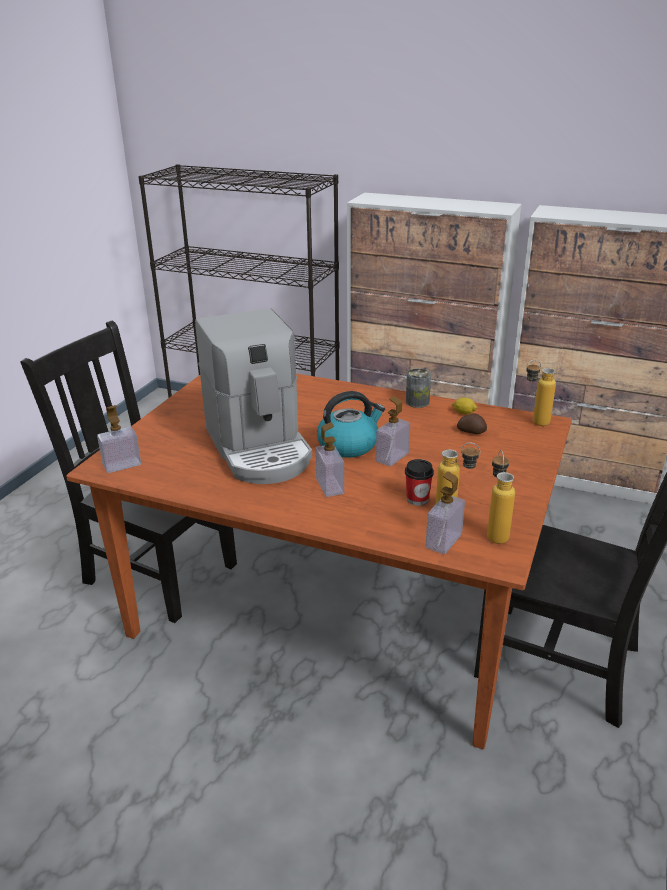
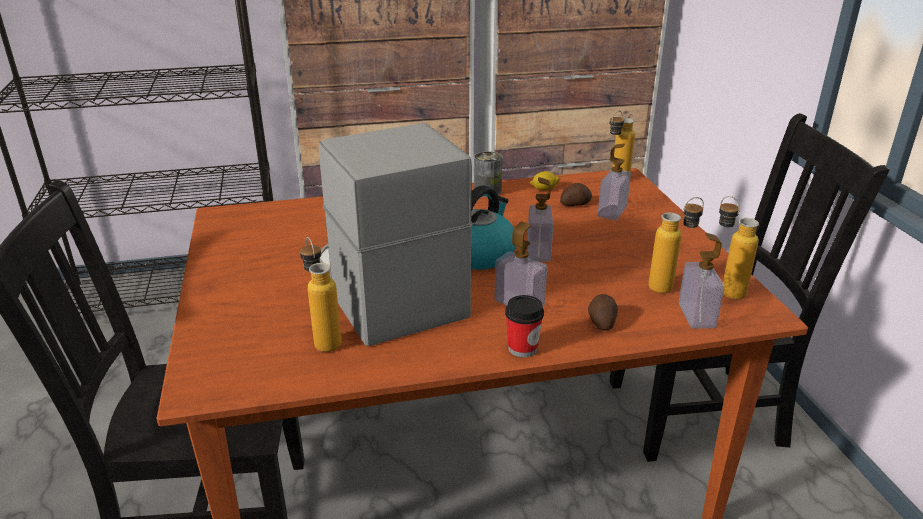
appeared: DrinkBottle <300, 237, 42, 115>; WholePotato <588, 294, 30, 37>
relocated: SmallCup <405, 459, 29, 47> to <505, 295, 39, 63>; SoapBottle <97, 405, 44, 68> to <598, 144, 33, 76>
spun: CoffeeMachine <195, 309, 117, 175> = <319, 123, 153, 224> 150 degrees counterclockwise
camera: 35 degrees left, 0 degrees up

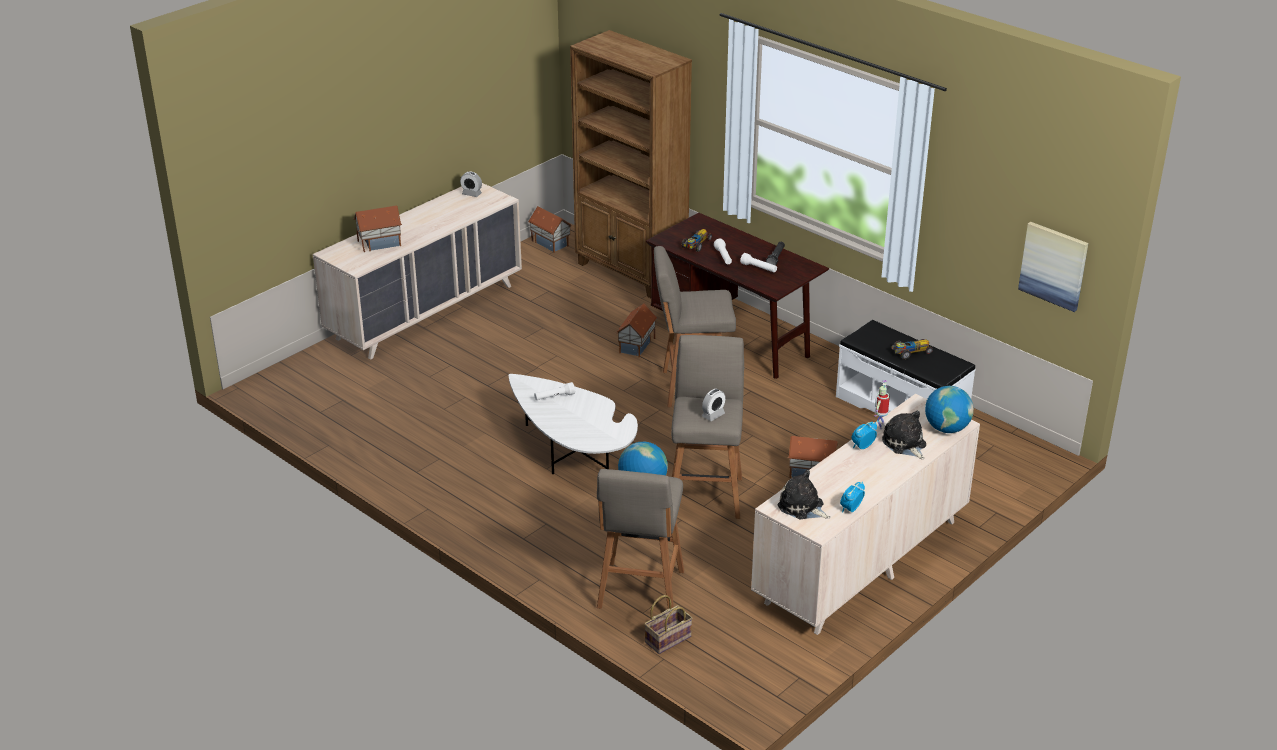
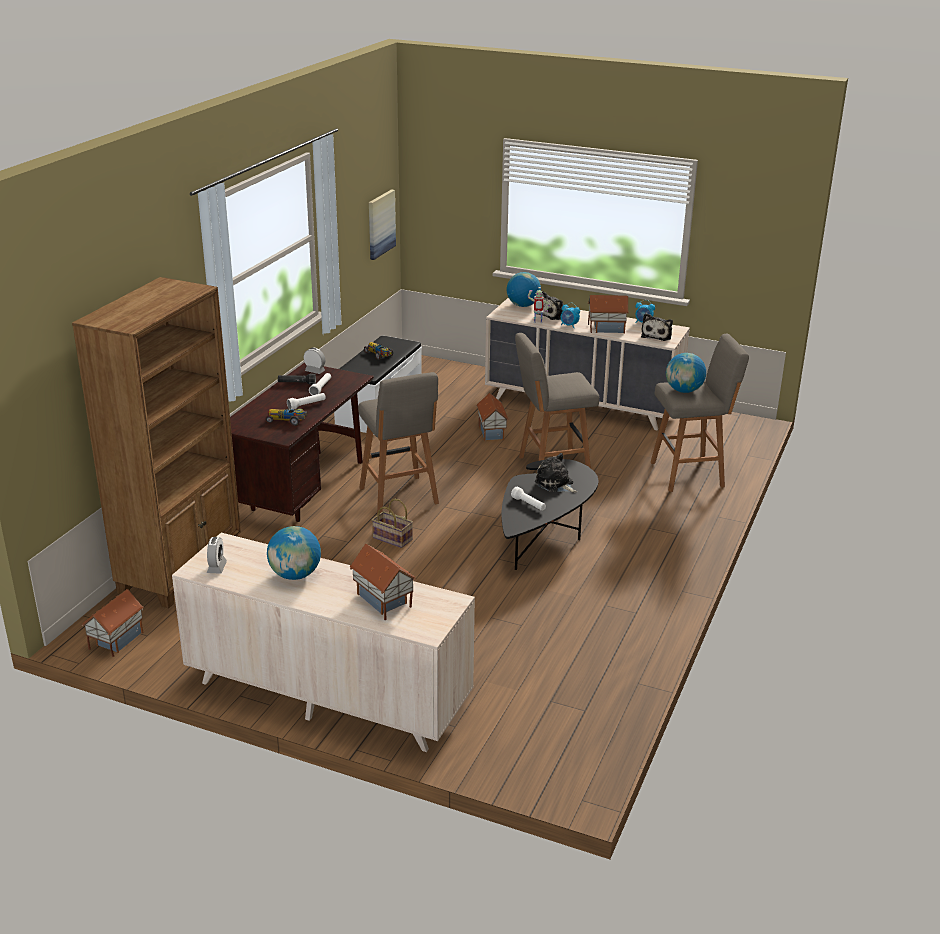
appeared: Globe <267, 526, 54, 54>; CuddlyToy <535, 453, 42, 40>
relocated: BedsideClock <702, 389, 24, 32> to <304, 348, 21, 26>; Basket <644, 595, 49, 59> to <372, 499, 41, 49>; ToyHouse <616, 303, 41, 54> to <588, 295, 41, 38>
colour: WhitishCoffeeTable <509, 374, 129, 100> to BlackCoffeeTable <501, 459, 97, 111>
camera: 110 degrees left, 5 degrees down

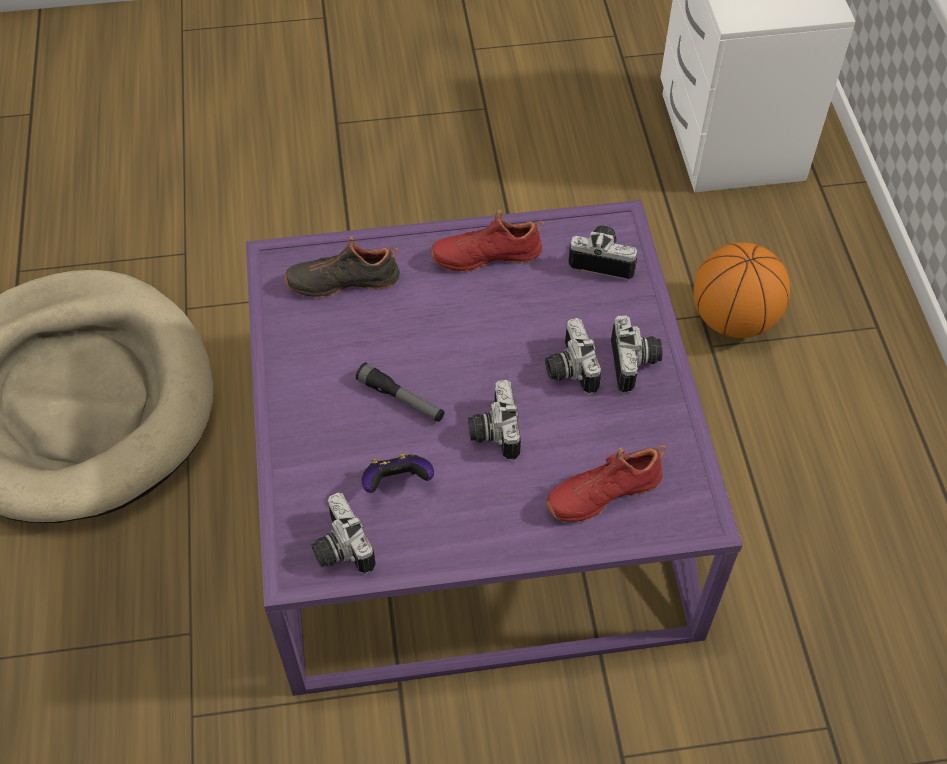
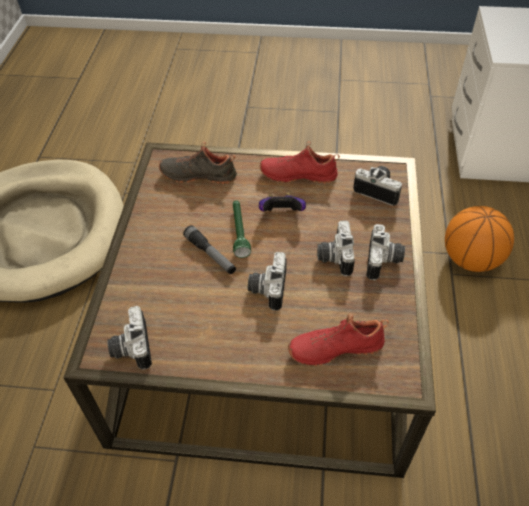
appeared: GreenColouredTorch <233, 200, 18, 58>
relocated: Gamepad <362, 453, 72, 40> to <259, 193, 47, 18>
colour: PurpleColouredCoffeeTable <246, 200, 496, 496> to BrownishCoffeeTable <63, 142, 373, 336>
camera: 15 degrees right, 5 degrees down

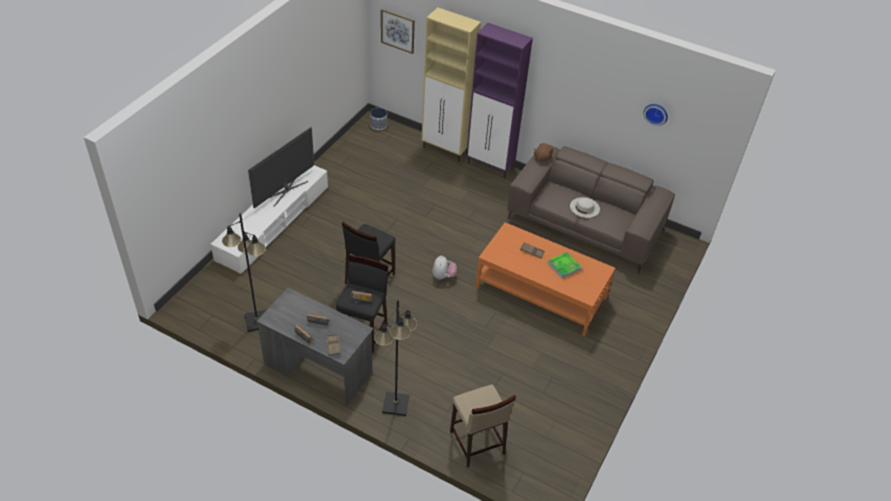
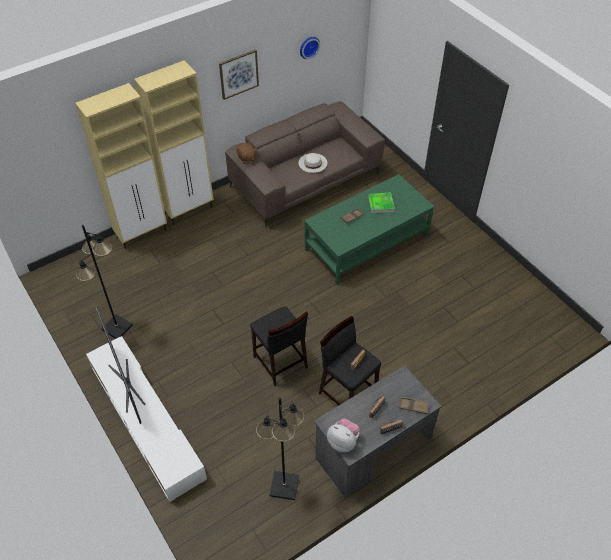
missing: FlowerPot <370, 108, 17, 22>; BeigeStool <450, 384, 66, 84>
relocated: BlackFloorLamp <374, 299, 43, 117> to <76, 225, 57, 114>; WallPicture <381, 9, 34, 45> to <219, 49, 40, 51>; CuddlyToy <432, 255, 25, 25> to <327, 419, 33, 33>
colour: PurpleColouredStorageCabinet <466, 23, 67, 155> to BeigeStorageCabinet <134, 60, 80, 165>; OrangeCoffeeTable <475, 222, 140, 114> to GreenColouredCoffeeTable <304, 174, 130, 111>
camera: 60 degrees left, 5 degrees up

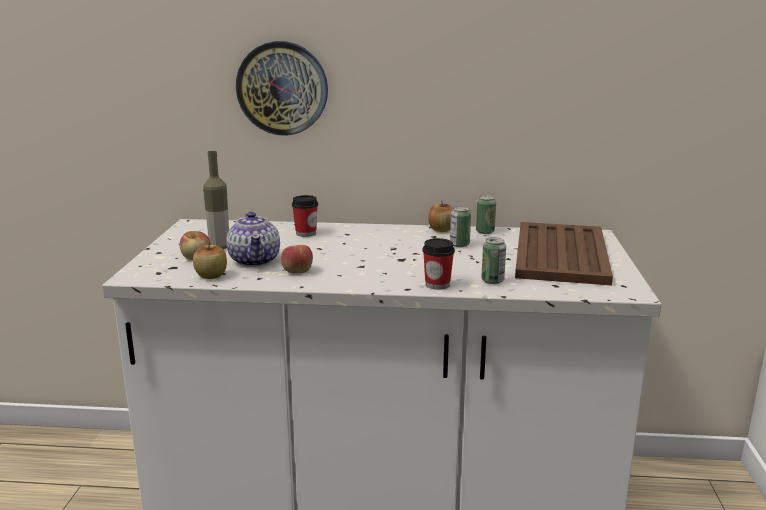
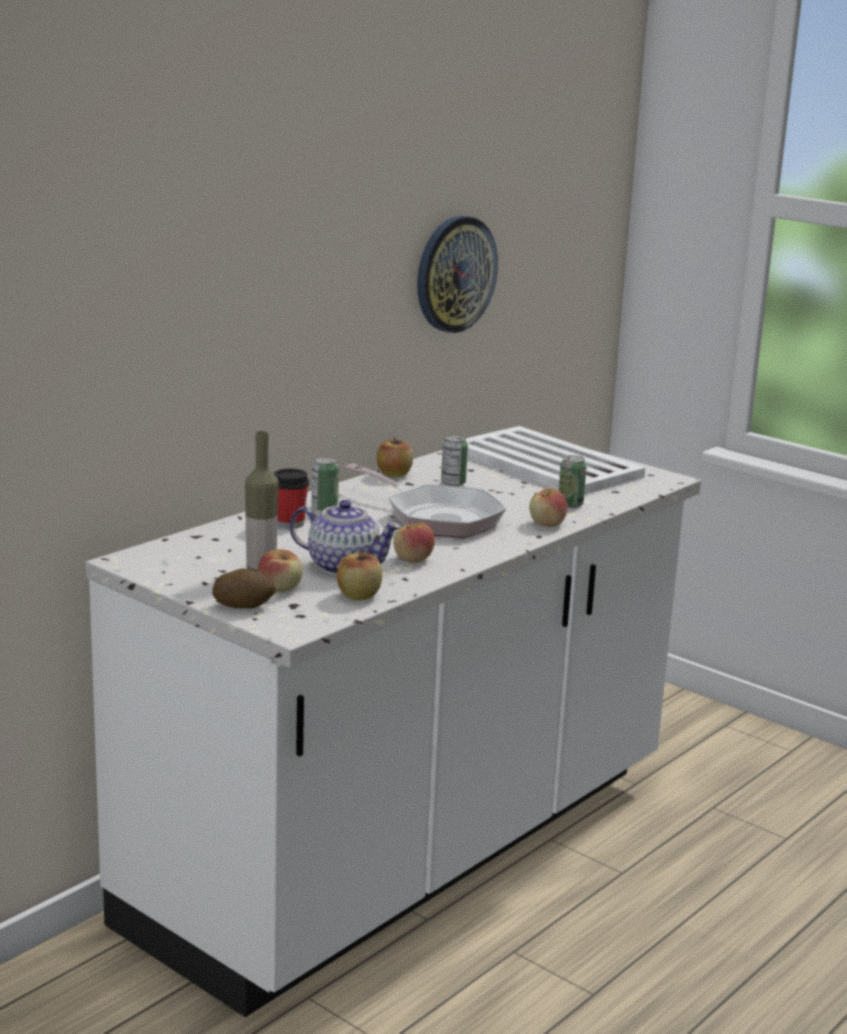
appeared: WholePotato <212, 568, 64, 40>; FryingPan <345, 463, 161, 75>
relocated: Can <476, 195, 20, 39> to <312, 457, 27, 54>; ClockOnTheWall <236, 41, 92, 94> to <417, 216, 81, 117>
exchanged: SmallCup <423, 238, 32, 52> to WholeApple <529, 489, 38, 37>
colour: BrownishTray <515, 222, 98, 64> to WhitishTray <466, 426, 179, 68>
camera: 55 degrees left, 0 degrees up

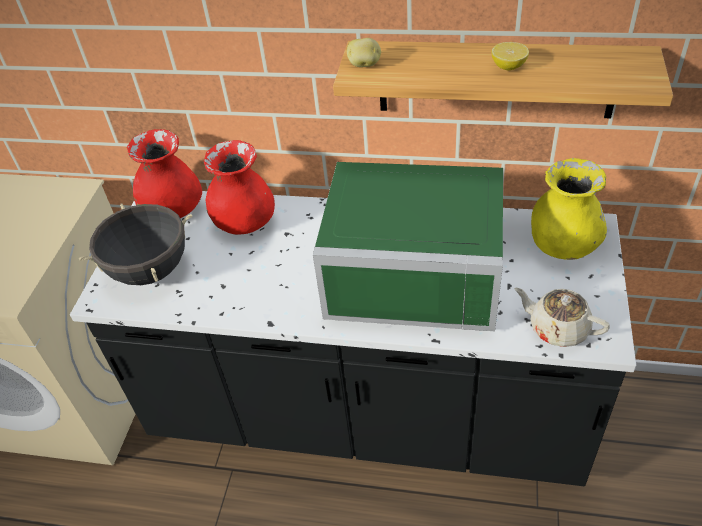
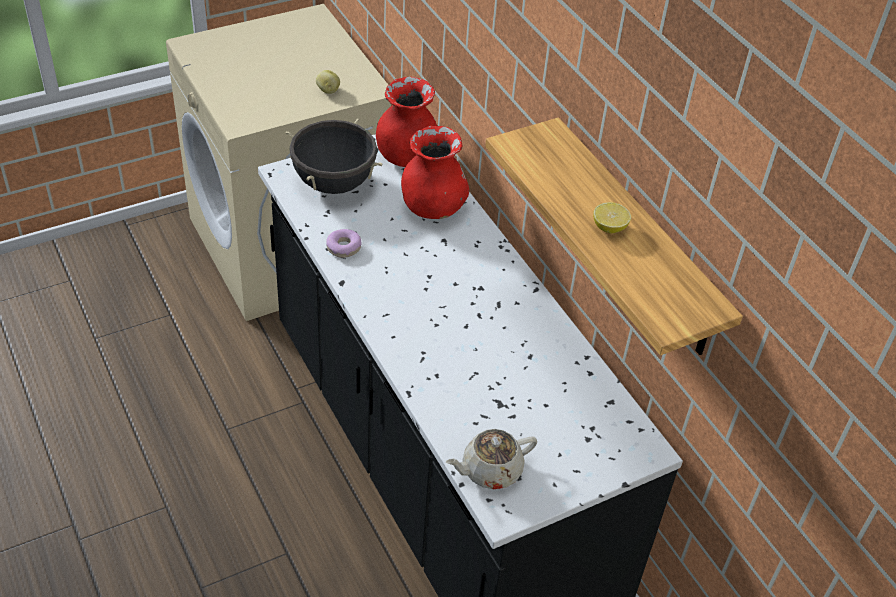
missing: GreenColouredKitchenMicrowave <313, 162, 190, 169>; YellowishDecorativeVase <531, 158, 76, 102>
appeared: RingDoughnut <326, 229, 36, 29>
relocated: WholePotato <347, 38, 34, 29> to <316, 70, 24, 24>
spun: BeigeTeaPot <514, 288, 96, 59> = <446, 429, 91, 60> 105 degrees counterclockwise
camera: 45 degrees right, 0 degrees up

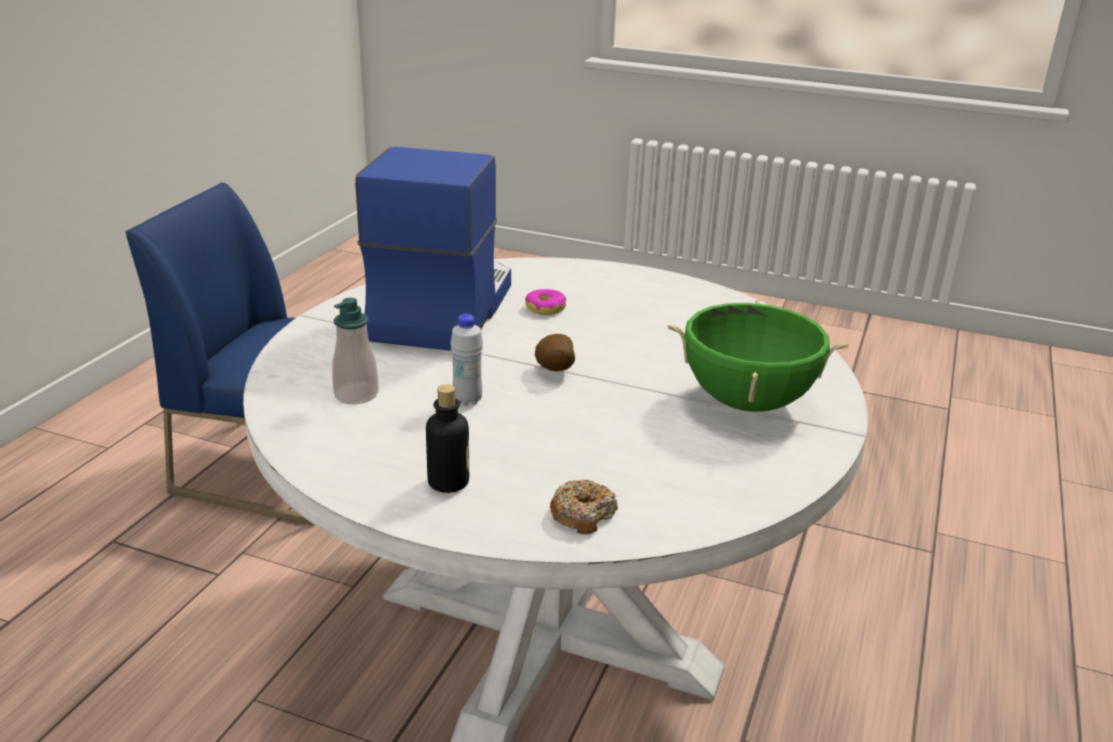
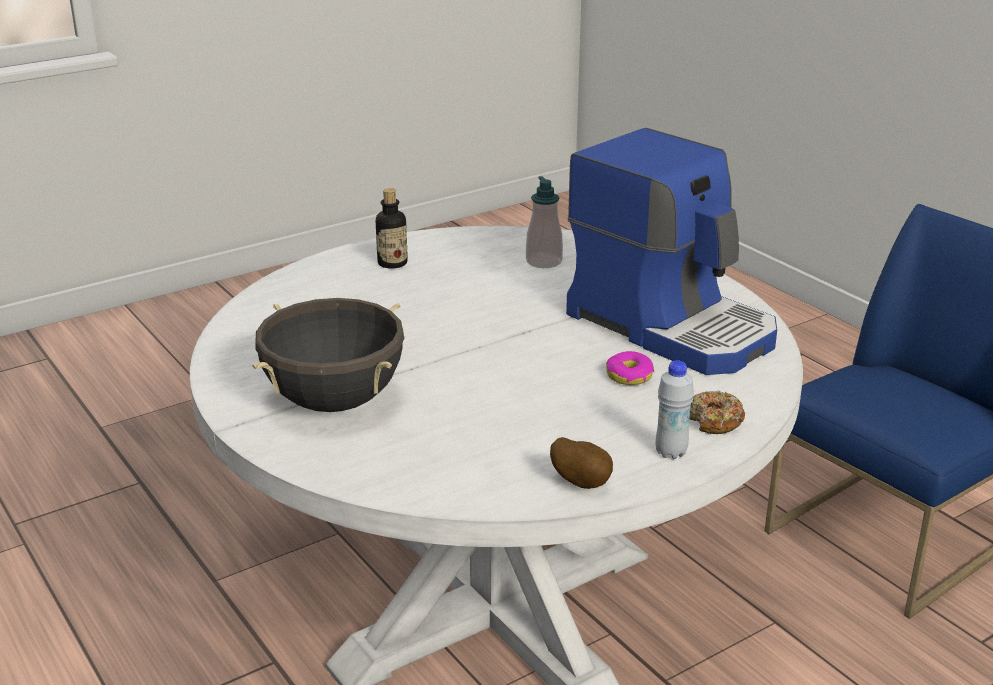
relocated: WholePotato <535, 334, 40, 38> to <550, 437, 63, 52>; WhitishDrinkBottle <450, 314, 33, 92> to <655, 360, 39, 99>; RingDoughnut <550, 479, 68, 55> to <690, 391, 55, 43>
colour: GreenColouredStockpot <667, 299, 182, 113> to BlackStockpot <253, 298, 151, 114>
camera: 125 degrees right, 0 degrees up

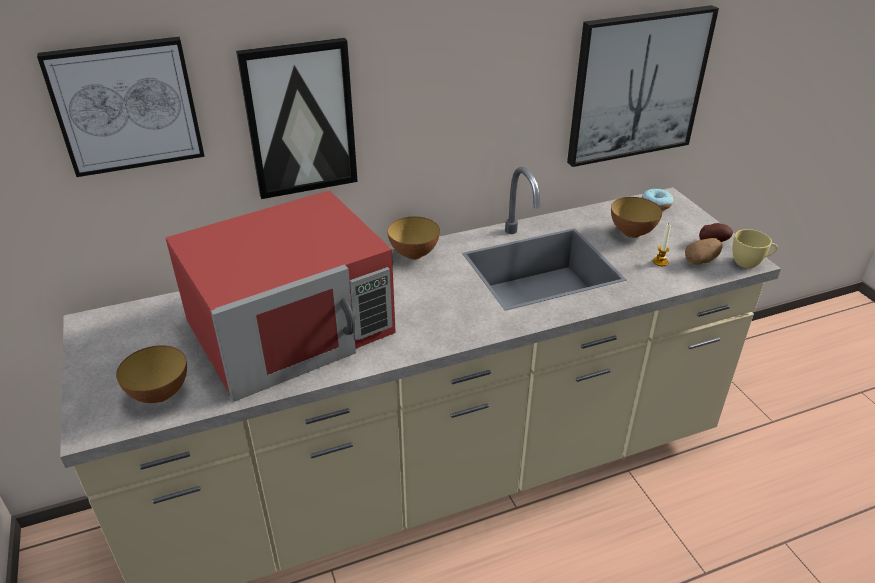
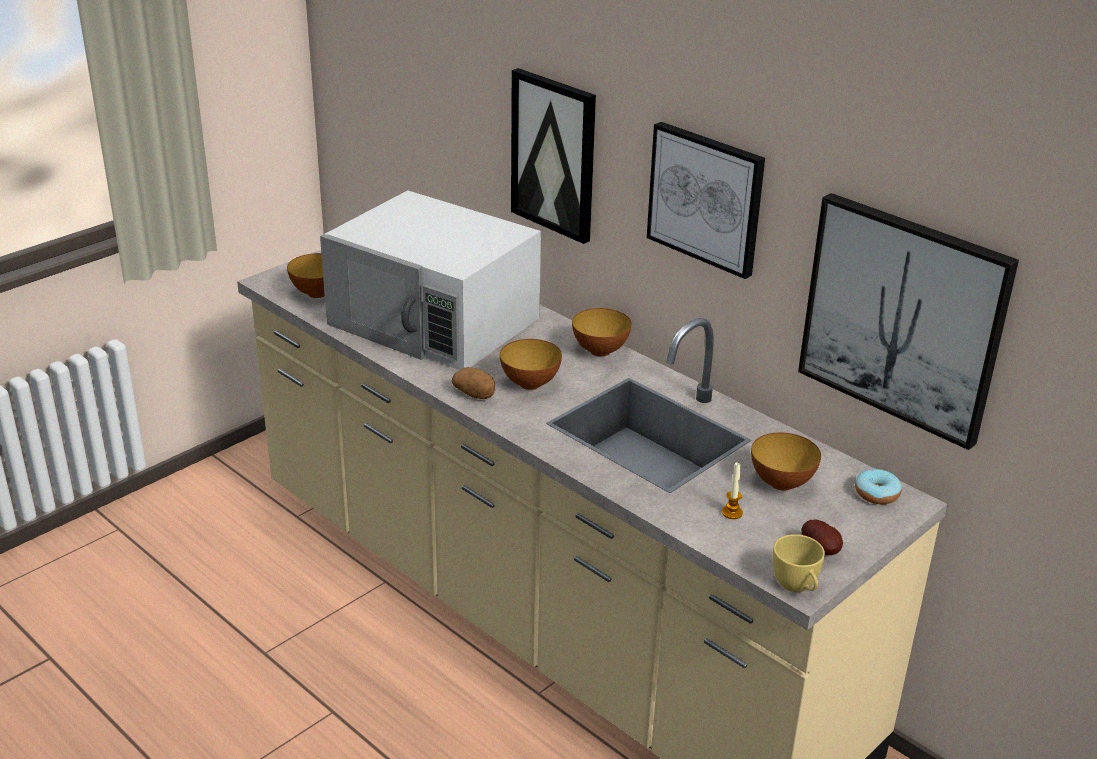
appeared: Bowl <500, 339, 62, 51>
relocated: WholePotato <685, 238, 38, 27> to <452, 367, 43, 32>; WallPicture <37, 37, 168, 140> to <647, 122, 118, 157>
colour: RedKitchenMicrowave <165, 190, 231, 212> to WhitishKitchenMicrowave <320, 190, 221, 180>
camera: 65 degrees right, 5 degrees down

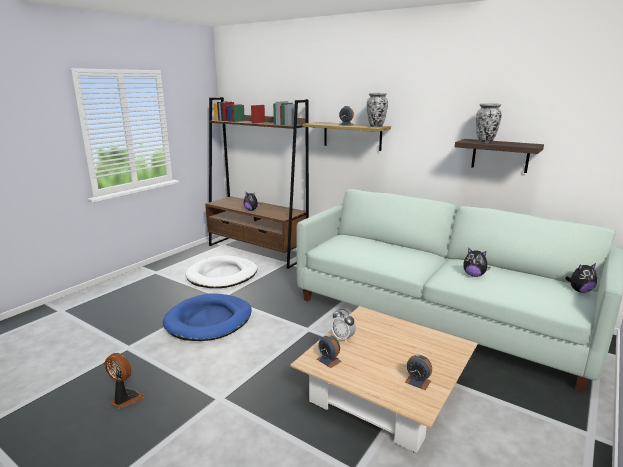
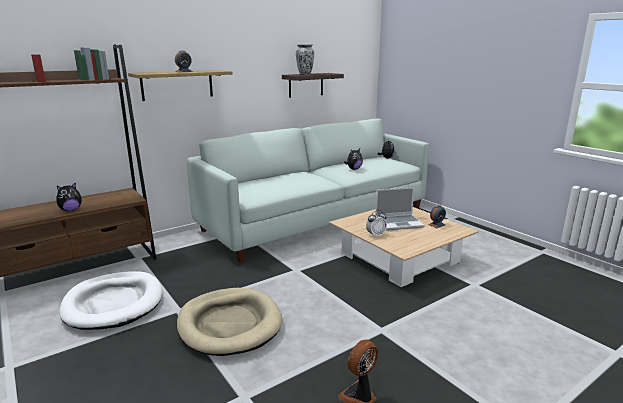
missing: BedsideClock <317, 334, 25, 34>; DecorativeVase <367, 93, 21, 34>
appeared: PortableComputer <375, 187, 49, 44>
colour: BlueDogCushion <163, 294, 89, 47> to BeigeDogCushion <177, 288, 105, 68>
camera: 70 degrees left, 0 degrees up

